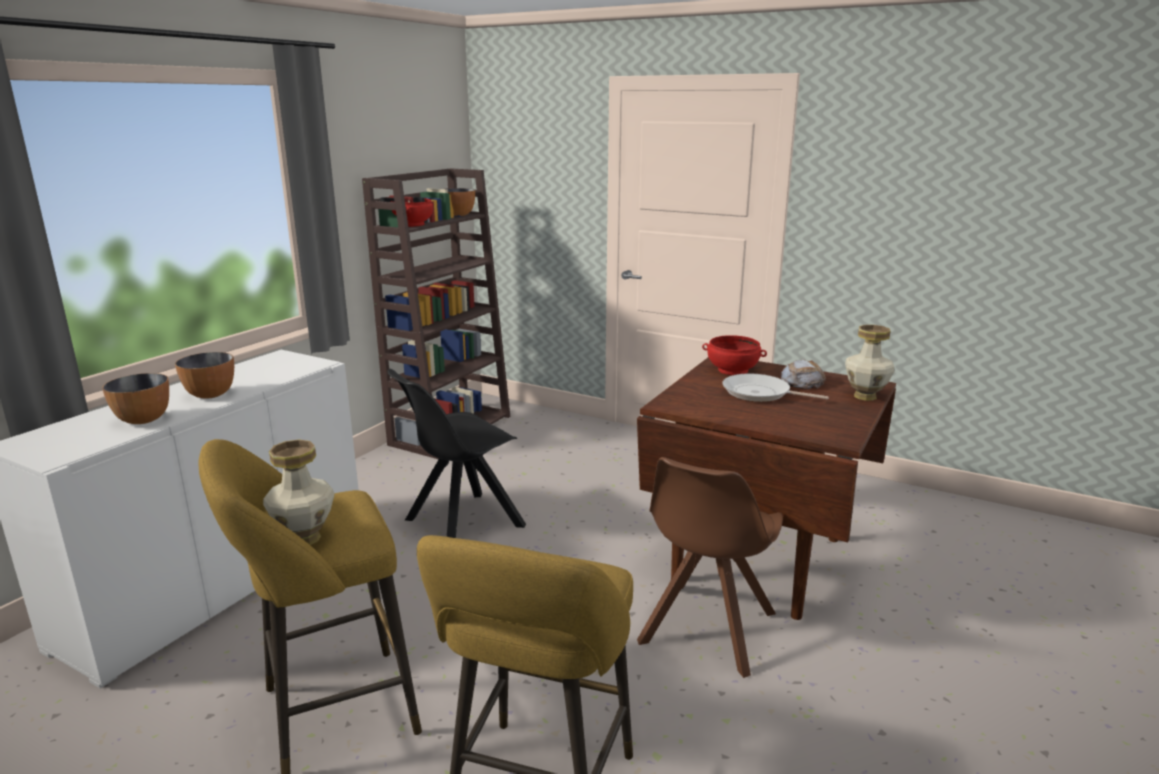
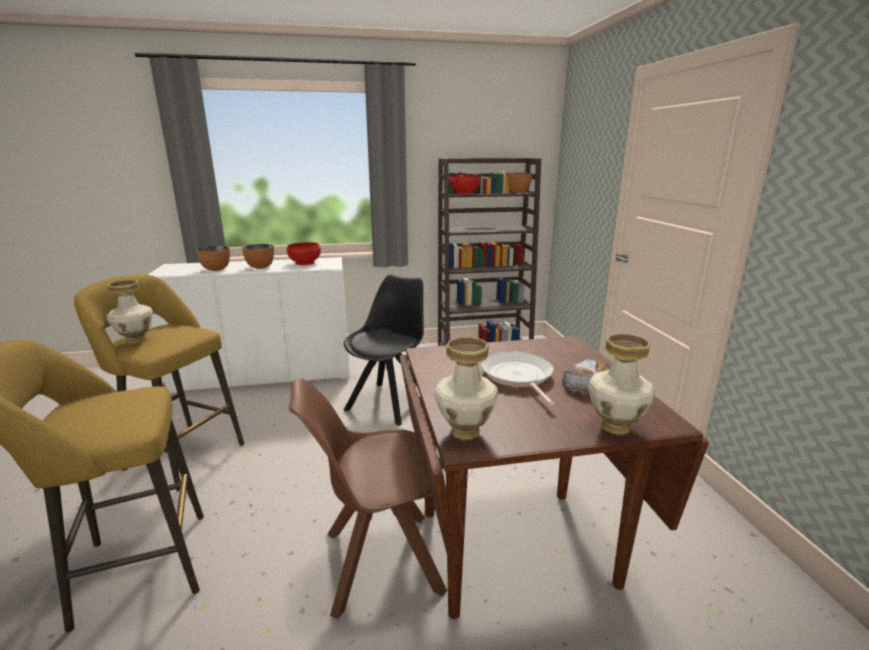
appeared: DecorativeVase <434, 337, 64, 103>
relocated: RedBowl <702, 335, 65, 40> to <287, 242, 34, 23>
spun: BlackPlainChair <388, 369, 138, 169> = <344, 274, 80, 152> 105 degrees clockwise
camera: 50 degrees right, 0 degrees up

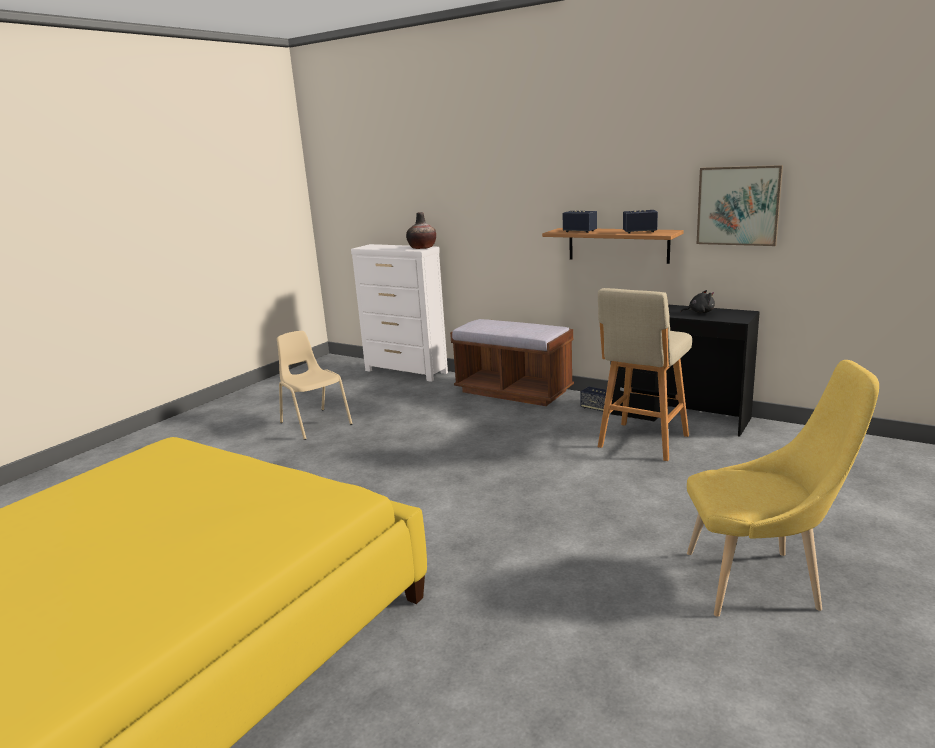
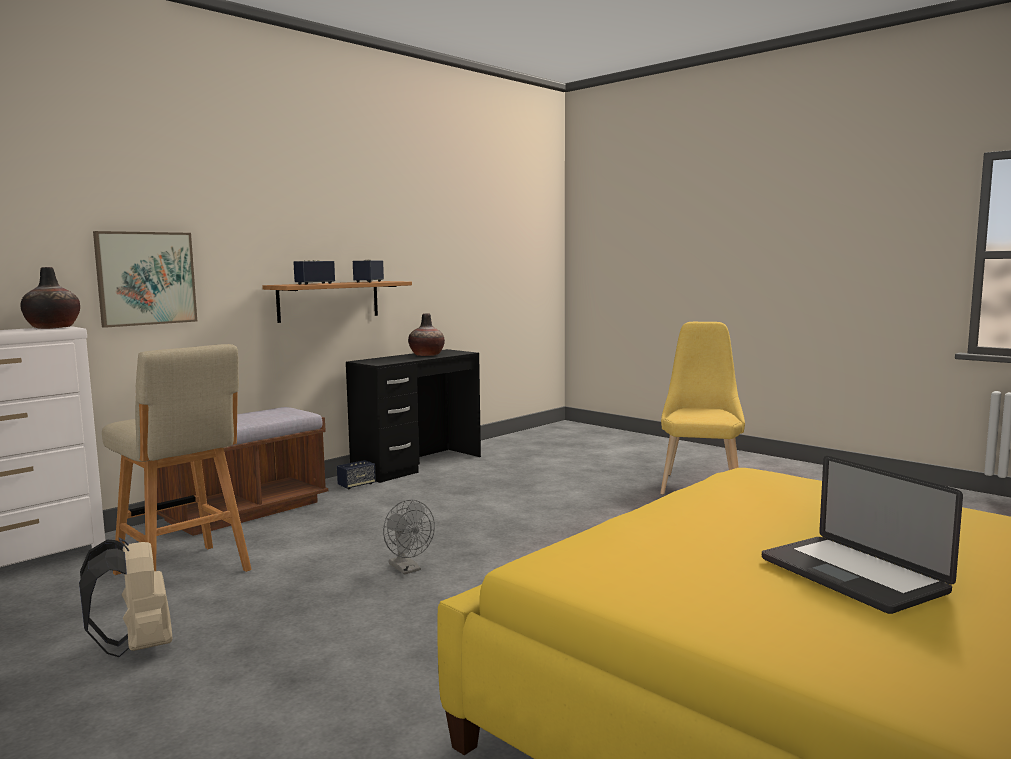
appeared: GreyishFan <383, 499, 52, 76>; PortableComputer <762, 456, 201, 158>
relocated: WallPicture <697, 165, 86, 81> to <93, 231, 104, 97>; BeigeStool <598, 288, 94, 173> to <102, 344, 150, 231>
exchanged: BeigePlainChair <277, 331, 76, 109> to BeigeRucksack <79, 538, 93, 119>; BlackCuddlyToy <680, 290, 35, 24> to DecorativeVase <408, 313, 37, 43>
camera: 80 degrees left, 10 degrees down

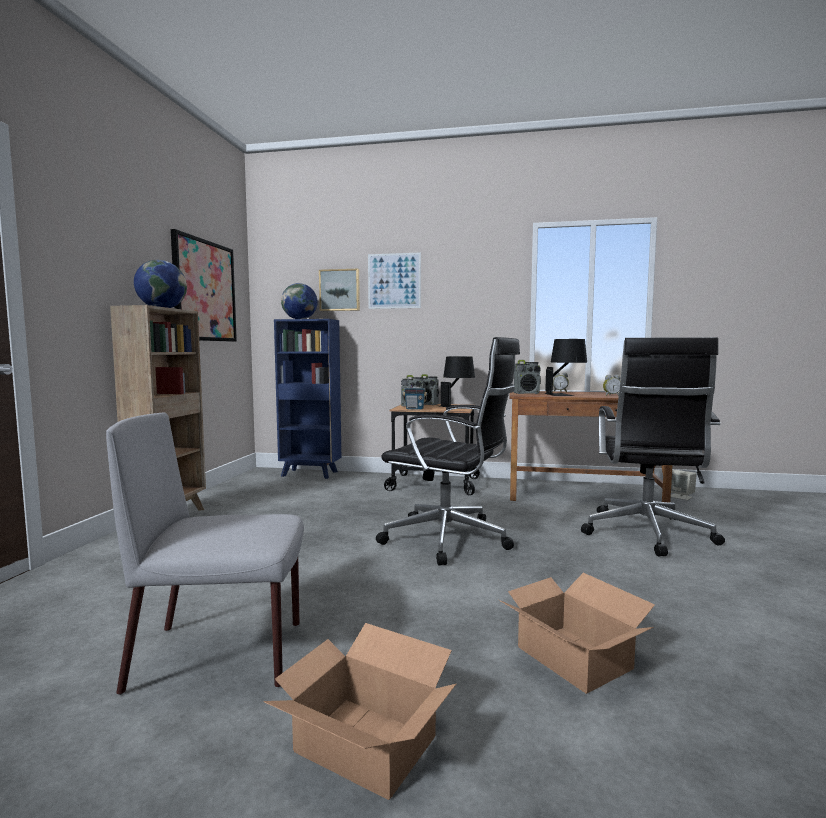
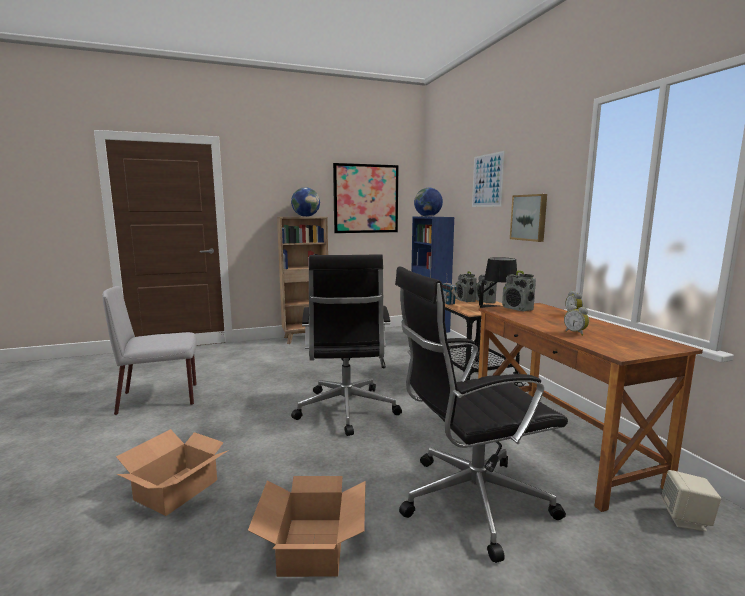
missing: BlackTabletopLamp <544, 339, 43, 57>
relocated: Carton <263, 623, 193, 177> to <248, 476, 118, 101>; WallPicture <319, 269, 41, 42> to <510, 194, 37, 48>
spun: GreyishPlainChair <106, 413, 198, 282> = <102, 286, 95, 129> 75 degrees counterclockwise
camera: 60 degrees right, 5 degrees up

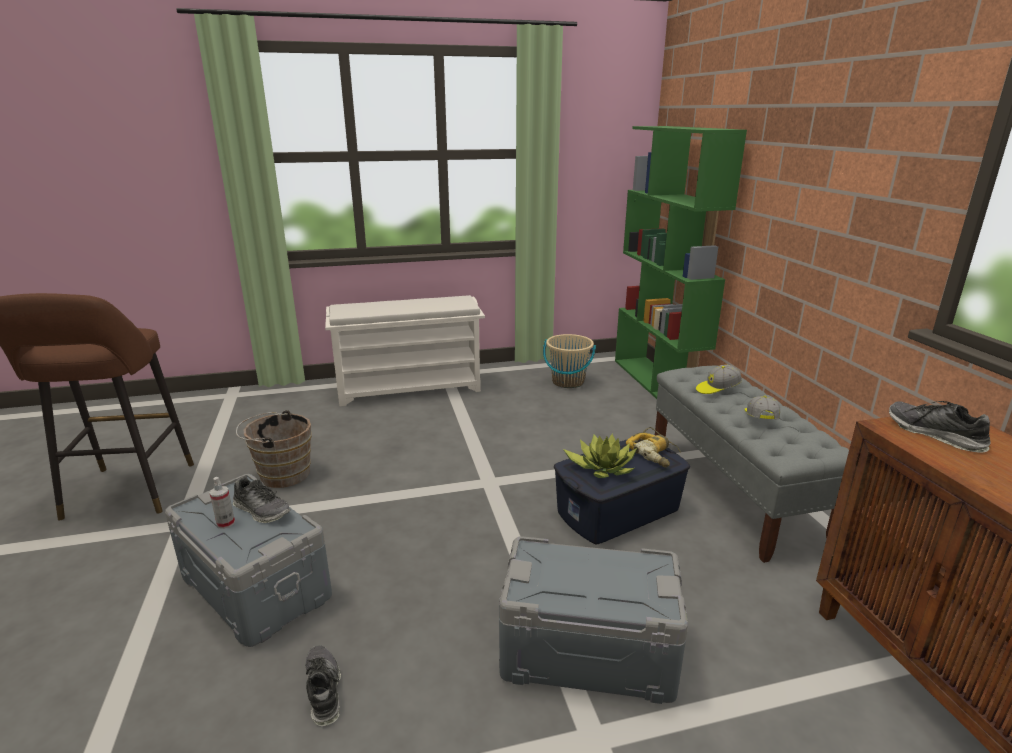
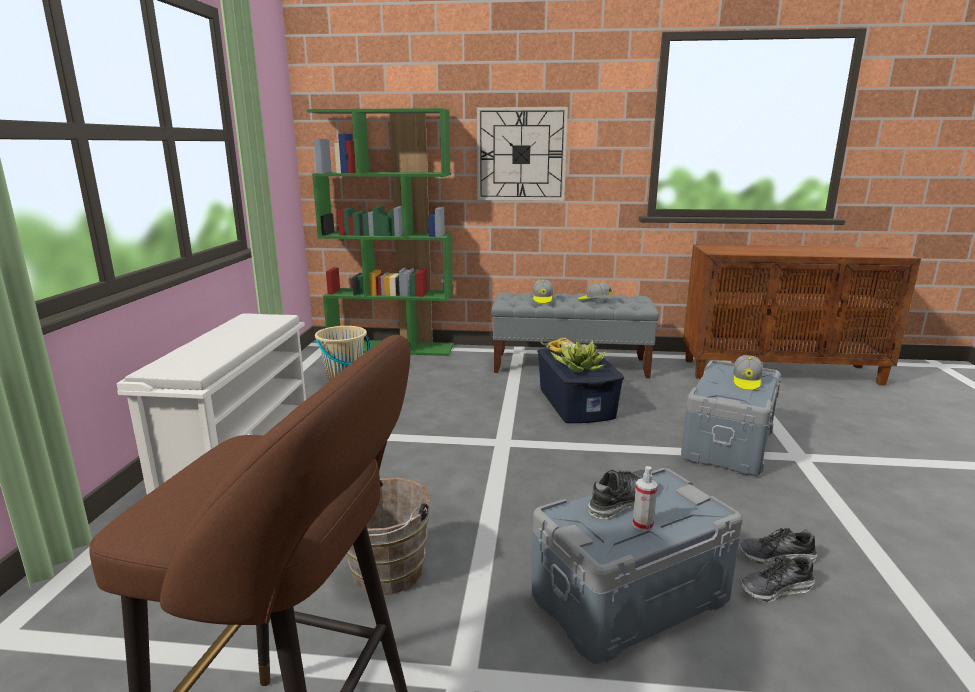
appeared: ClockOnTheWall <477, 107, 91, 94>; BaseballCap <733, 355, 30, 35>
relocated: ItemOfFootwear <889, 401, 102, 52> to <740, 554, 75, 48>
camera: 70 degrees left, 5 degrees down

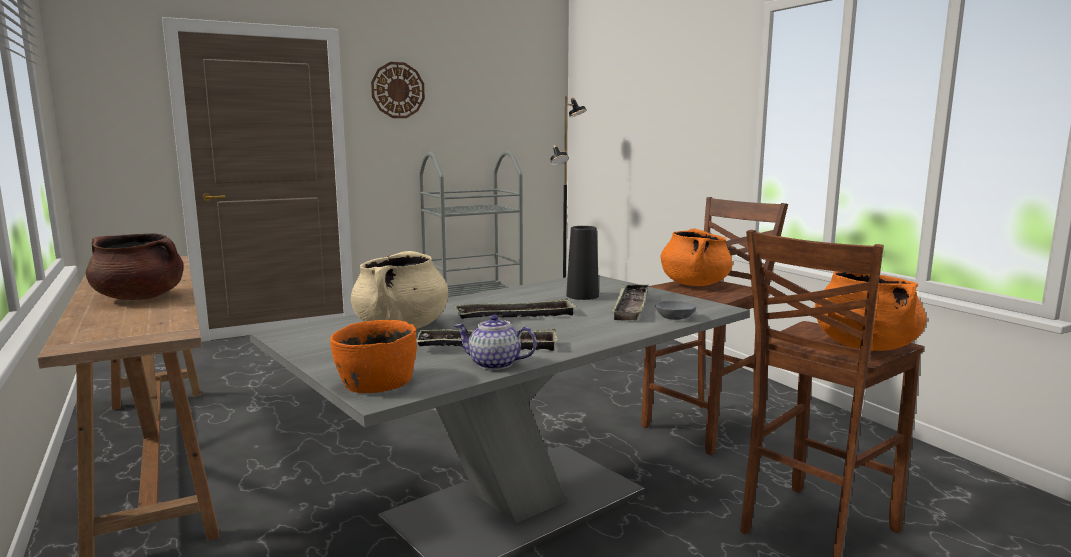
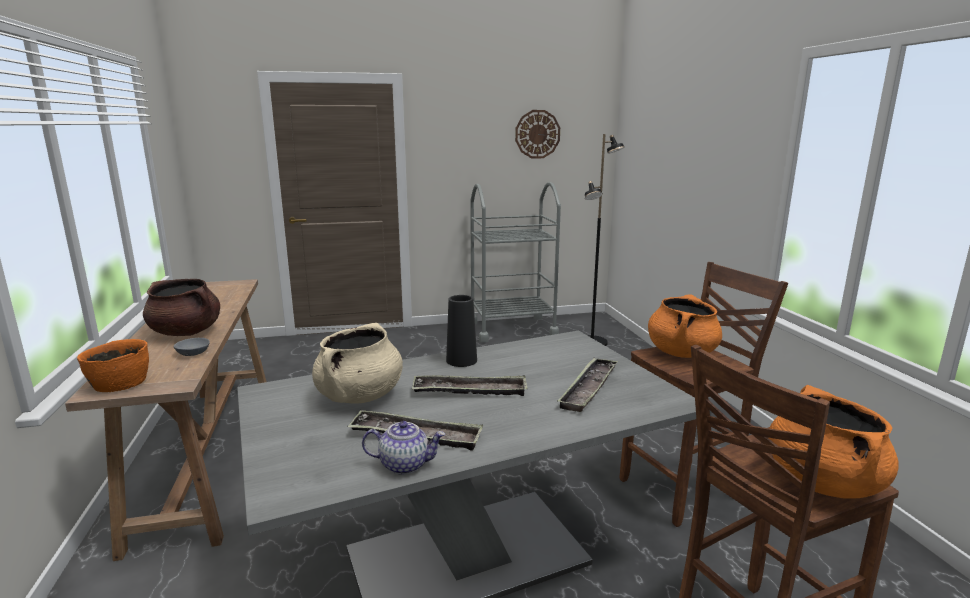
relocated: OrangeBowl <330, 320, 87, 73> to <77, 339, 72, 53>; GreyishBowl <655, 300, 41, 20> to <174, 338, 36, 18>; BlackDecorativeVase <566, 226, 33, 74> to <446, 295, 31, 72>; ClockOnTheWall <371, 62, 54, 56> to <515, 110, 45, 48>
spun: TeaPot <454, 315, 83, 55> = <362, 421, 83, 54> 150 degrees clockwise
camera: 15 degrees right, 5 degrees up

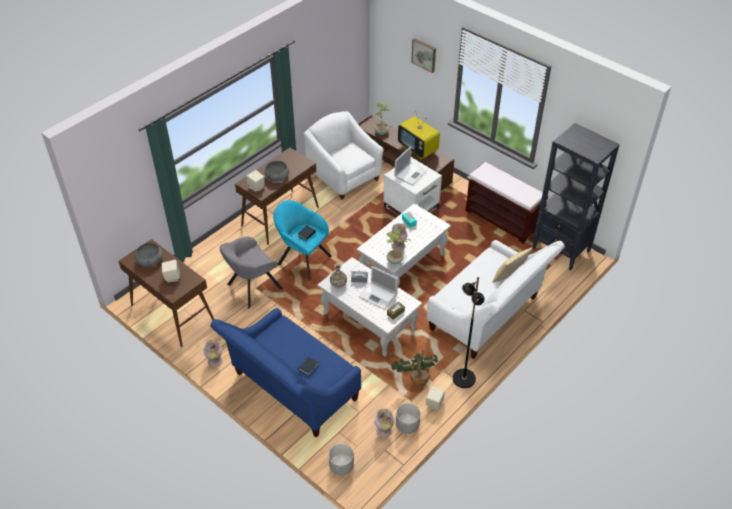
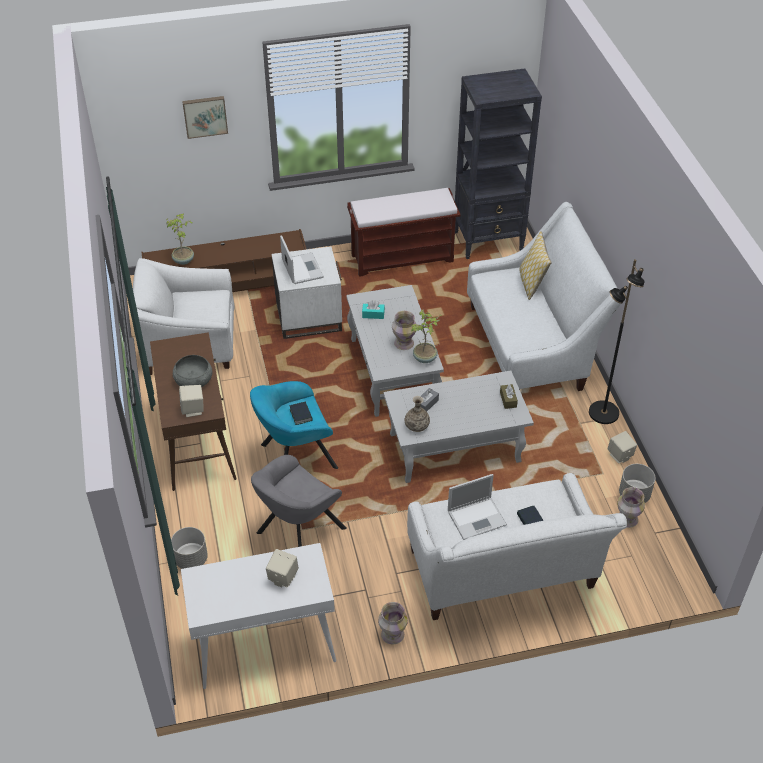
missing: GreyishBowl <135, 243, 28, 24>; PottedPlant <391, 349, 47, 39>; Tv <398, 114, 42, 46>
relocated: GreyishFlowerPot <329, 443, 25, 33> to <171, 527, 37, 42>; PortableComputer <359, 266, 39, 44> to <448, 474, 59, 66>
colour: BrownishHallTable <119, 239, 95, 108> to WhitishHallTable <181, 543, 155, 146>; BlueCouch <210, 308, 151, 129> to WhitishCouch <407, 473, 220, 147>
spun: GreyishArmchair <220, 237, 63, 71> = <251, 455, 96, 92> 45 degrees clockwise
camera: 55 degrees left, 0 degrees up

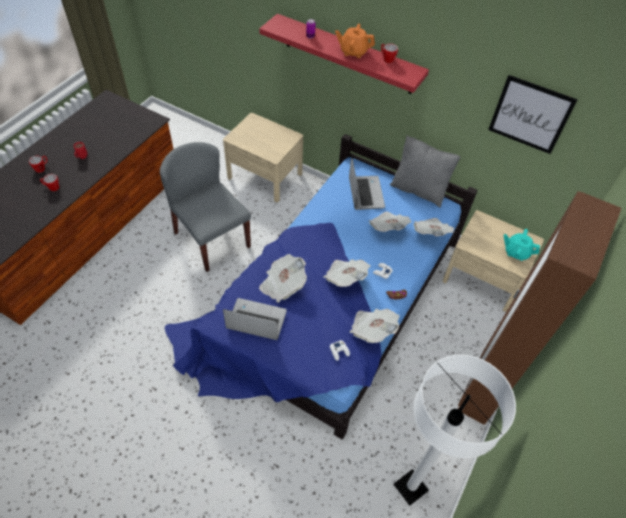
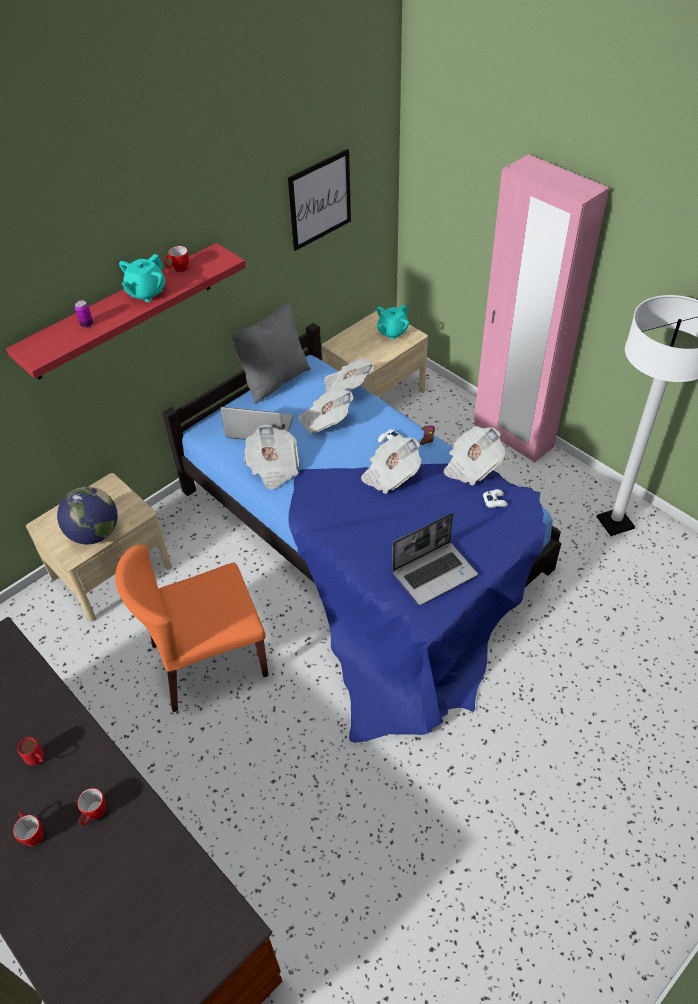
appeared: Globe <57, 487, 60, 58>
relocated: PrintedPaper <259, 254, 48, 49> to <244, 424, 55, 66>
colour: GreyishPlainChair <160, 142, 91, 130> to OrangePlainChair <115, 544, 154, 168>; OrangeTeaPot <335, 24, 40, 34> to TurquoiseColouredTeaPot <119, 254, 46, 48>; BrownishArmoire <458, 191, 164, 234> to PinkishArmoire <474, 154, 135, 309>
spun: PortableComputer <223, 298, 64, 42> = <392, 513, 86, 92> 150 degrees counterclockwise
camera: 70 degrees left, 5 degrees down

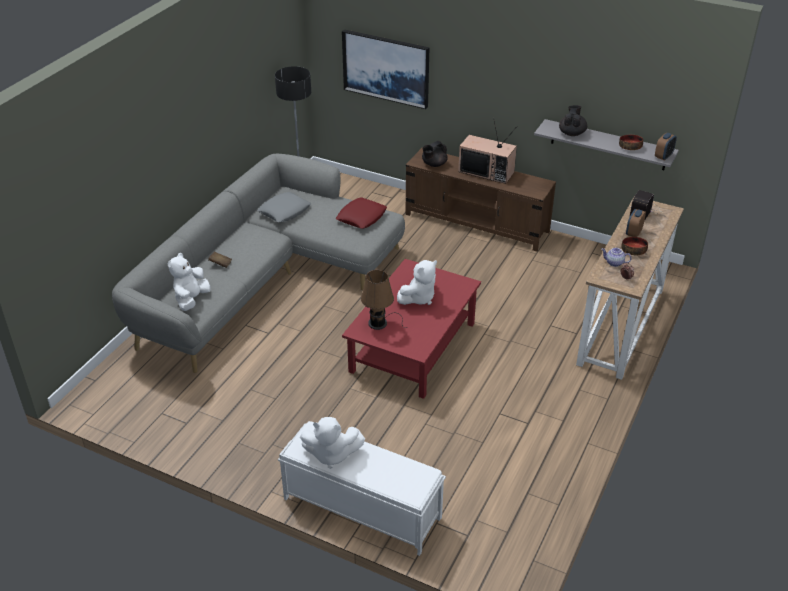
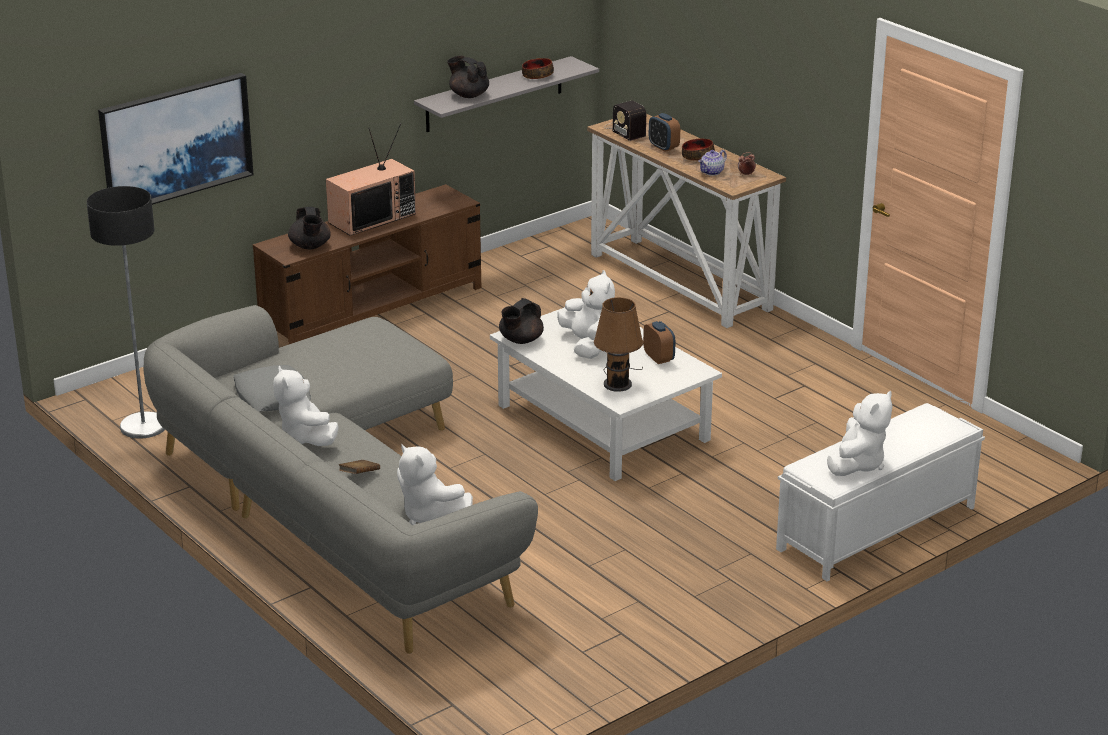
missing: RedCushion <336, 197, 51, 32>
appeared: WhitishCuddlyToy <273, 365, 66, 81>; BlackTeaPot <499, 298, 45, 46>
relocated: BedsideClock <655, 133, 22, 28> to <643, 321, 32, 43>
colour: RedCoffeeTable <342, 259, 139, 140> to WhitishCoffeeTable <490, 307, 232, 174>
camera: 65 degrees left, 10 degrees down

